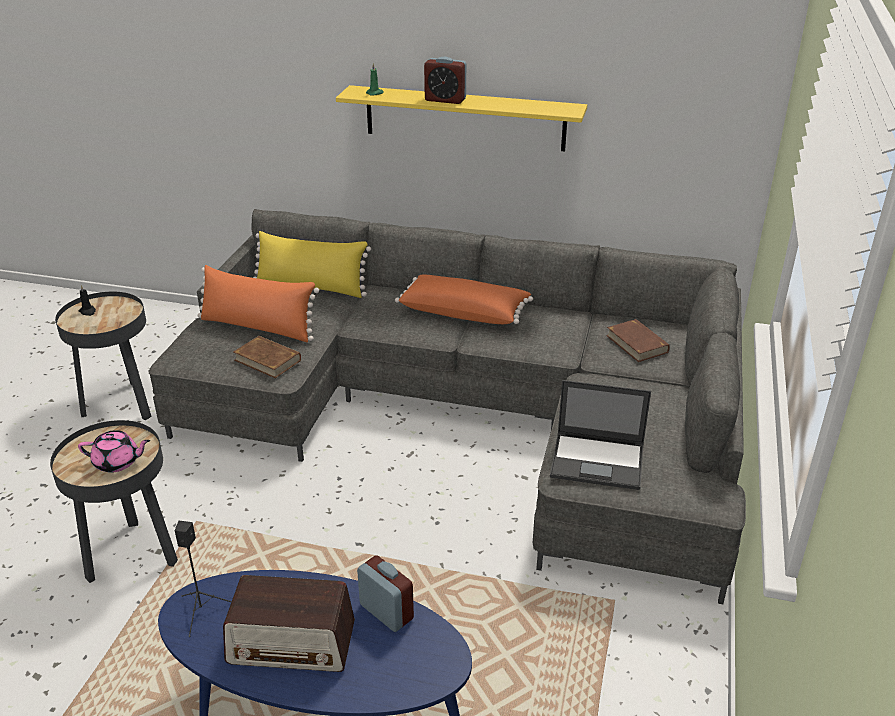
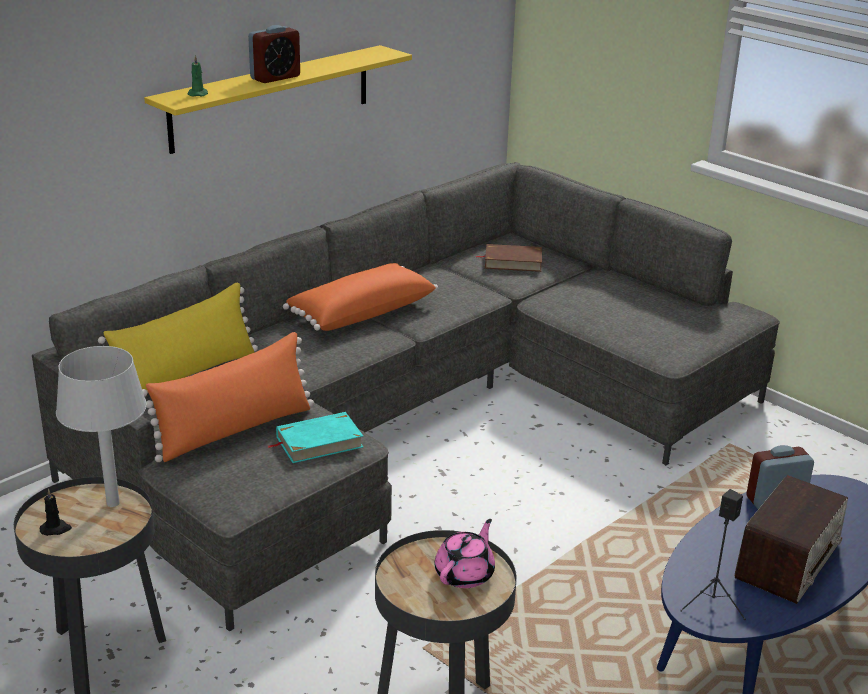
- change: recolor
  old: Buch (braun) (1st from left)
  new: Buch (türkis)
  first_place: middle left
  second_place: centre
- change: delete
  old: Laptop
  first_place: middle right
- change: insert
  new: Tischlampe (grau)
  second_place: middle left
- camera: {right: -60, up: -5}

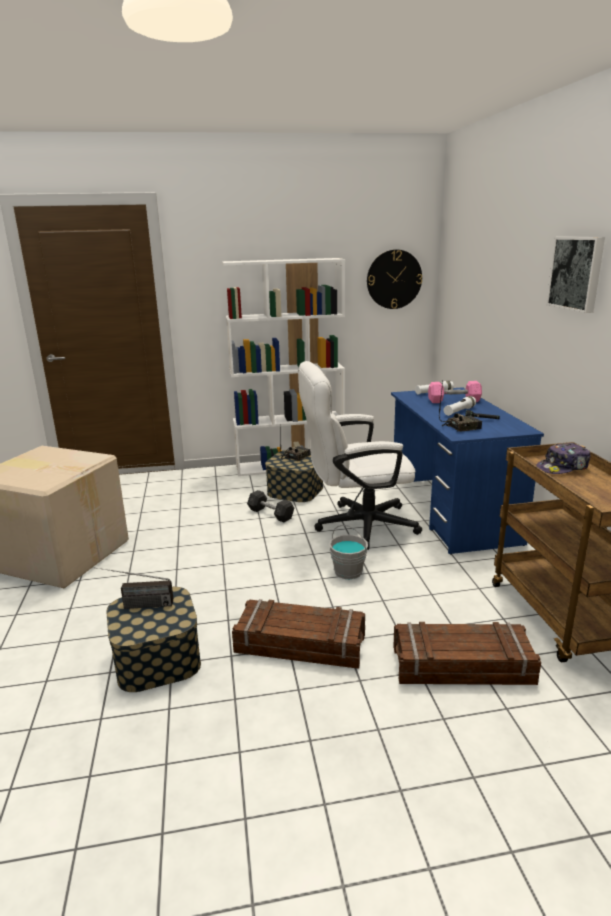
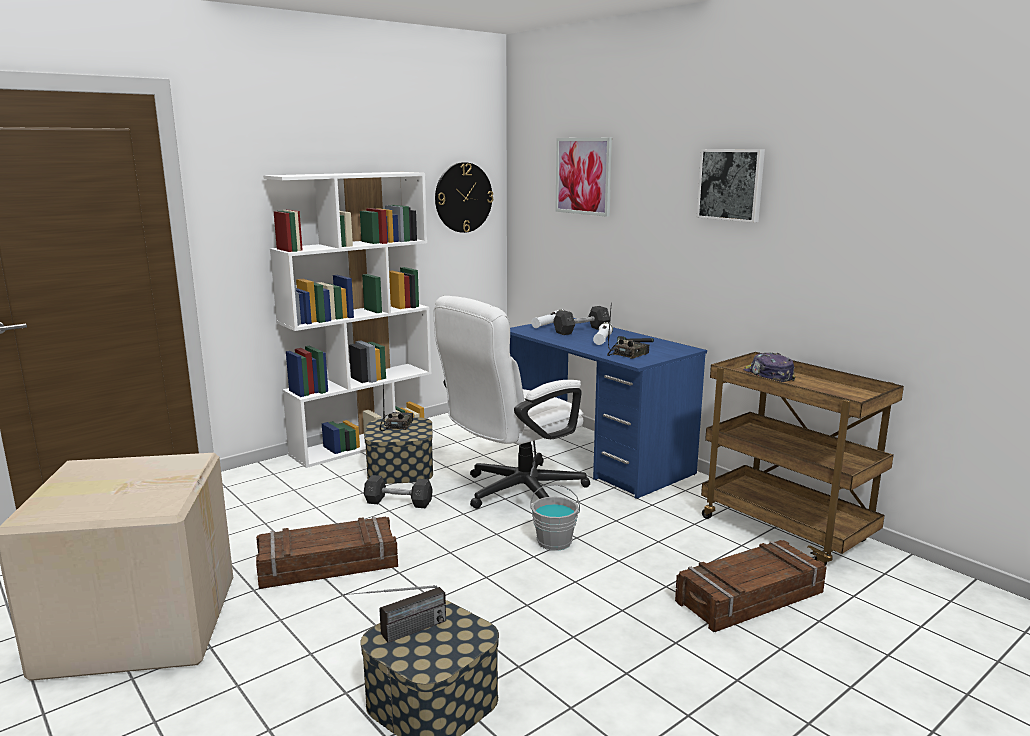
- change: recolor
  old: Hantel (rosa)
  new: Hantel (grau) (2nd from left)
  first_place: middle right
  second_place: centre
- change: rotate
  old: Kappe
  first_place: middle right
  second_place: middle right
  degrees: 120
- change: move
  old: Kiste (1st from left)
  first_place: bottom centre
  second_place: bottom left
- change: insert
  new: Bild (1st from left)
  second_place: top centre
- camera: {right: -30, up: -5}

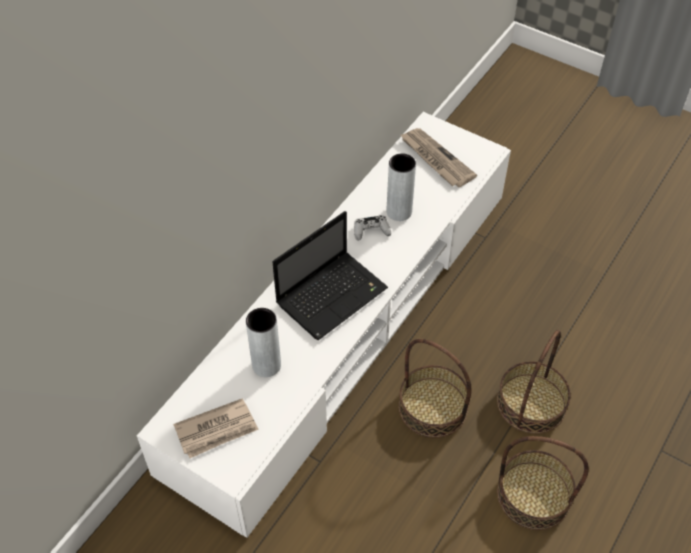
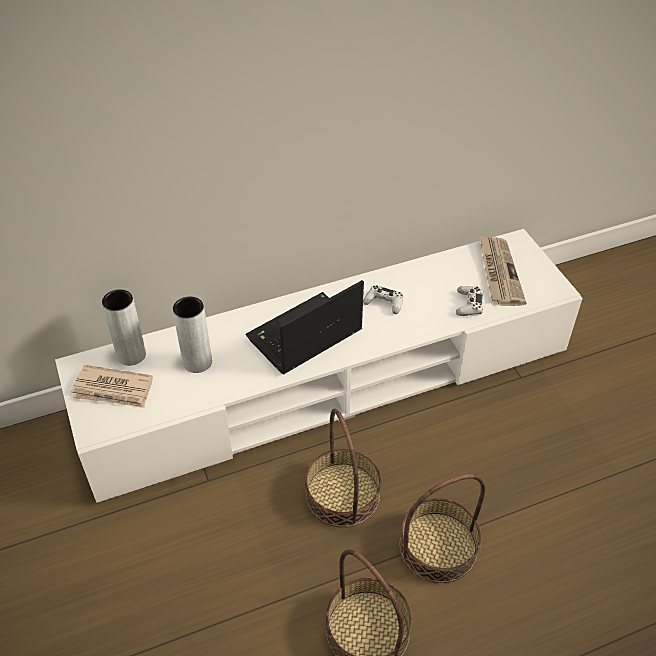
- change: move
  old: Vase (grau) (2nd from left in the first image)
  new: Vase (grau) (1st from left)
  first_place: centre
  second_place: middle left
- change: rotate
  old: Laptop
  first_place: centre
  second_place: centre
  degrees: 150
- change: insert
  new: Gamepad (weiß) (2nd from left)
  second_place: middle right
- camera: {right: 35, up: -5}

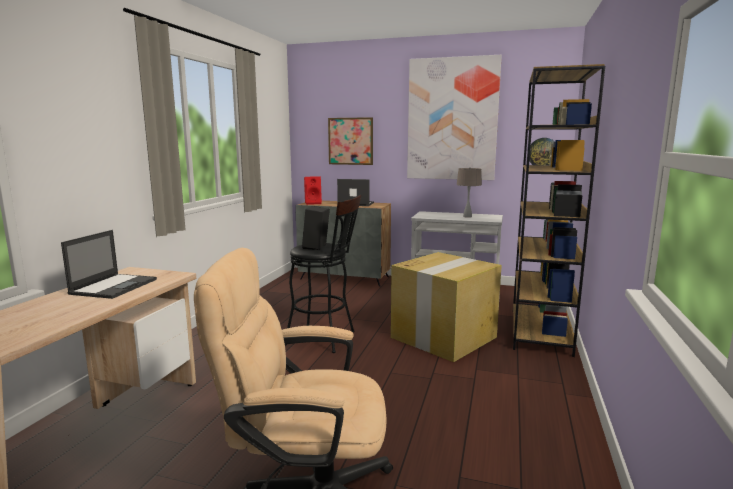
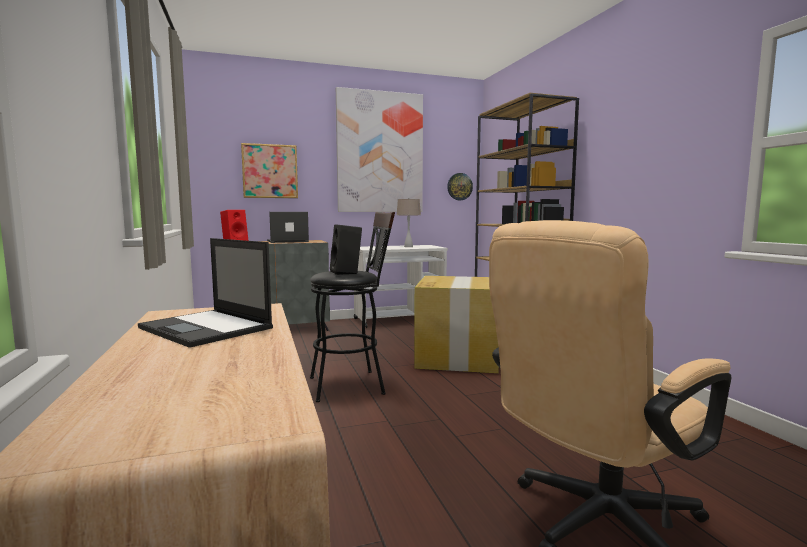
- change: rotate
  old: Laptop (1st from left)
  first_place: middle left
  second_place: middle left
  degrees: 150
- camera: {right: -35, up: -5}

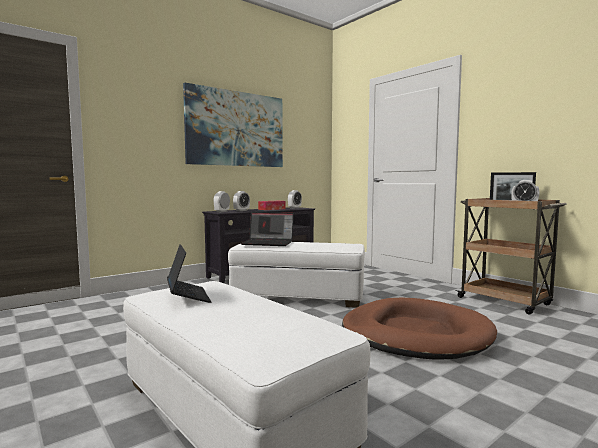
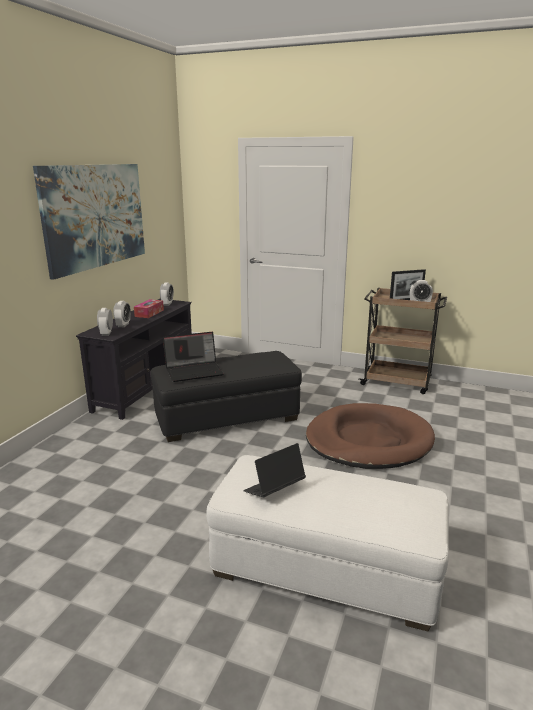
- change: recolor
  old: Polsterhocker (weiß) (2nd from left)
  new: Polsterhocker (schwarz)
  first_place: centre
  second_place: centre
- change: rotate
  old: Laptop (1st from left in the first image)
  first_place: middle left
  second_place: centre
  degrees: -75
- camera: {right: -30, up: 15}

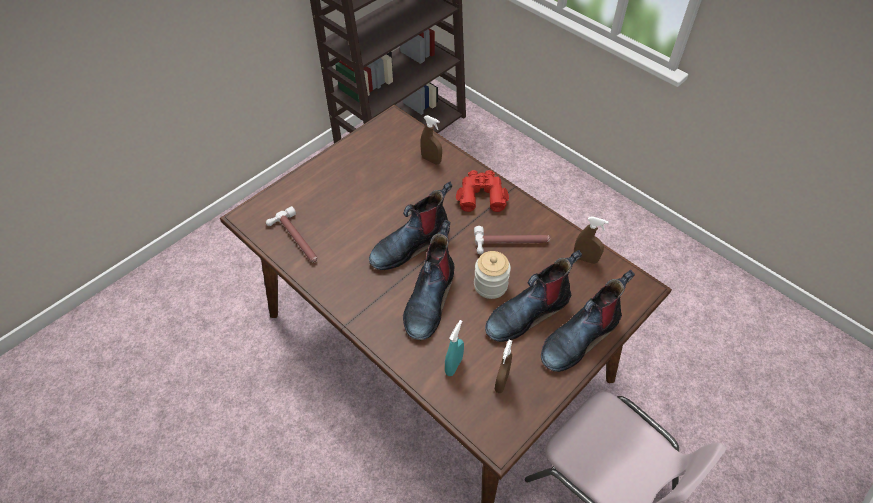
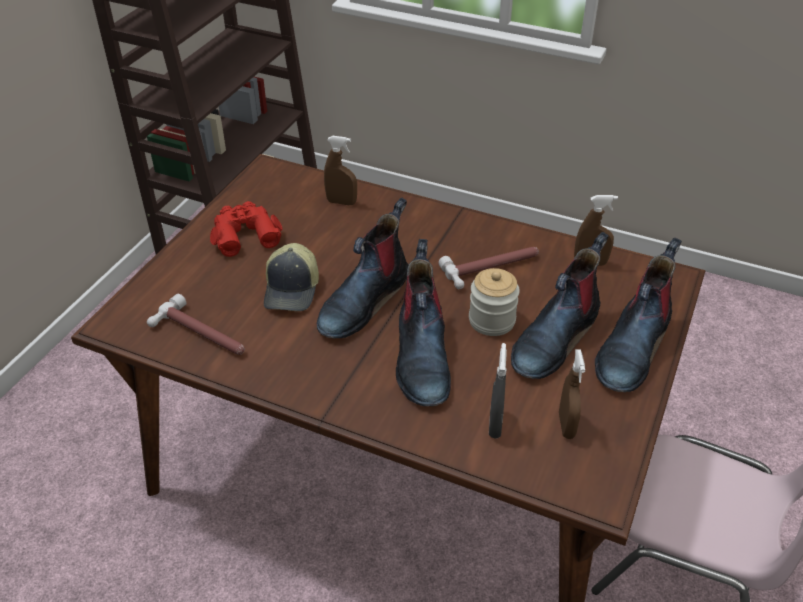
- change: move
  old: Fernglas (rot)
  first_place: centre
  second_place: middle left
- change: recolor
  old: Sprühflasche (türkis)
  new: Sprühflasche (grau)
  first_place: bottom centre
  second_place: centre
- change: insert
  new: Kappe
  second_place: centre
- camera: {right: -20, up: -10}

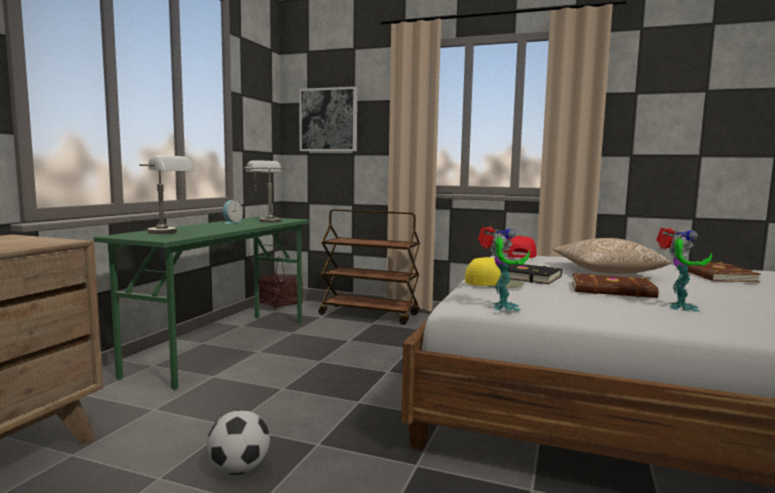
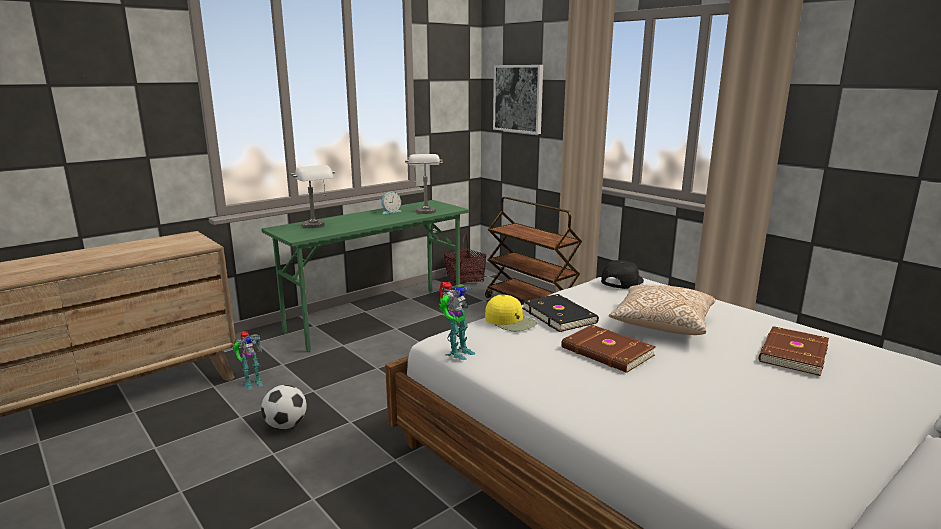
- change: move
  old: Spielzeugroboter (2nd from left in the first image)
  new: Spielzeugroboter (1st from left)
  first_place: middle right
  second_place: bottom left
- change: recolor
  old: Kappe (rot)
  new: Kappe (schwarz)
  first_place: middle right
  second_place: centre
- camera: {right: 30, up: 10}

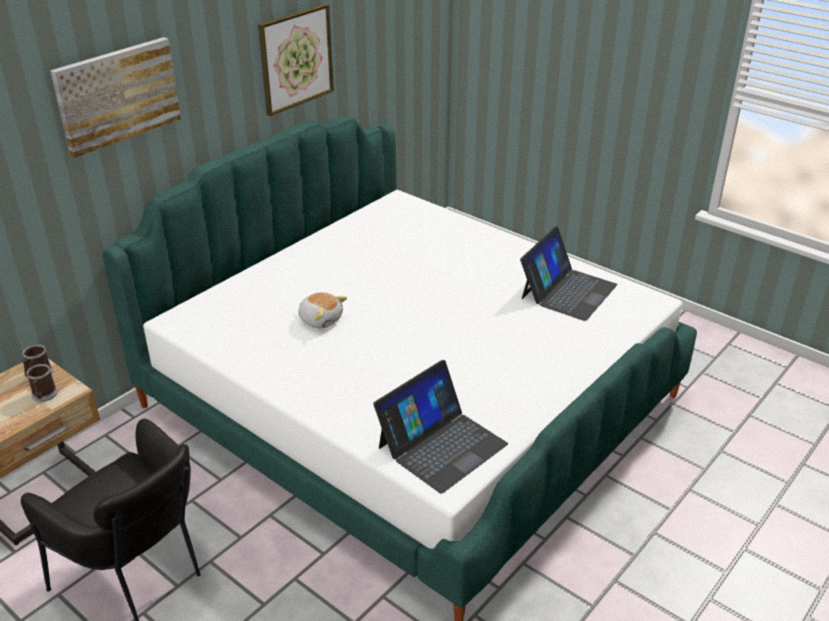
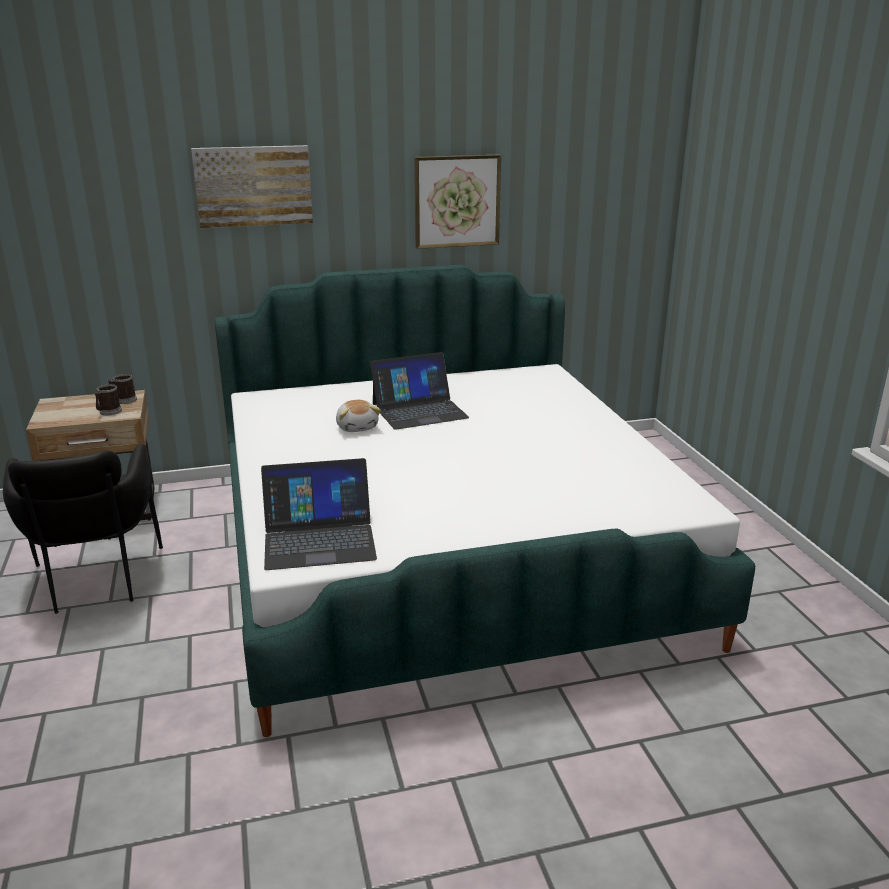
- change: move
  old: Laptop (2nd from left)
  first_place: middle right
  second_place: centre
- camera: {right: 35, up: -10}

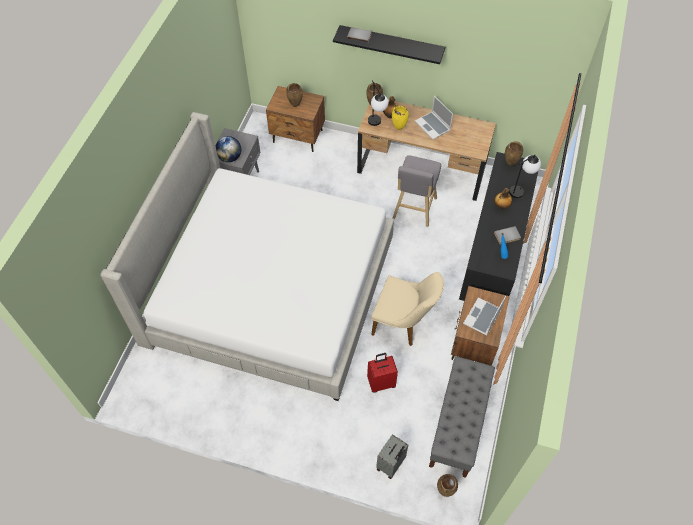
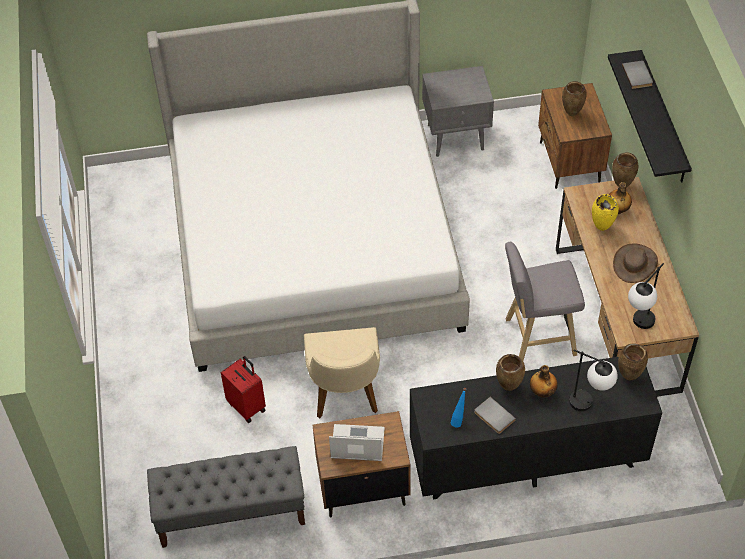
- change: move
  old: Tischlampe (1st from left in the first image)
  new: Tischlampe (2nd from left)
  first_place: top centre
  second_place: middle right
- change: replace
  old: Laptop (1st from left)
  new: Hut (braun)
  first_place: top centre
  second_place: middle right
- change: delete
  old: Globus
  first_place: top left
- change: delete
  old: Koffer (grau)
  first_place: bottom centre
- change: move
  old: Vase (braun) (3rd from left in the first image)
  new: Vase (braun) (1st from left)
  first_place: bottom centre
  second_place: middle right
- camera: {right: 65, up: -5}

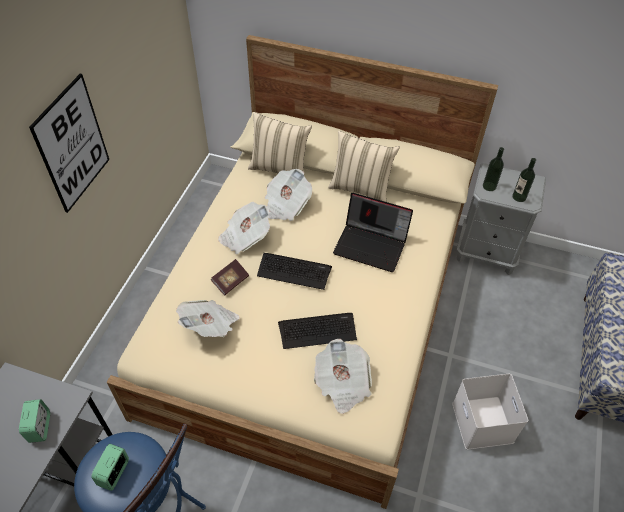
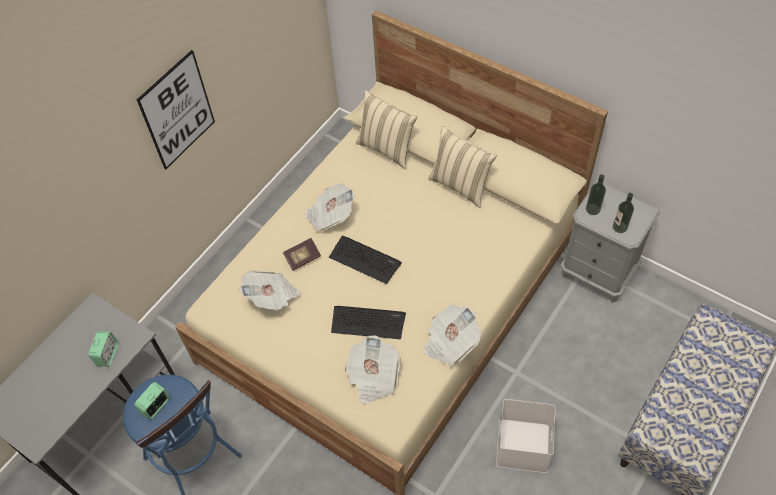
- change: move
  old: Zeitung (3rd from left in the first image)
  new: Zeitung (4th from left)
  first_place: centre
  second_place: bottom centre
- change: delete
  old: Laptop
  first_place: centre
- camera: {right: 20, up: 5}

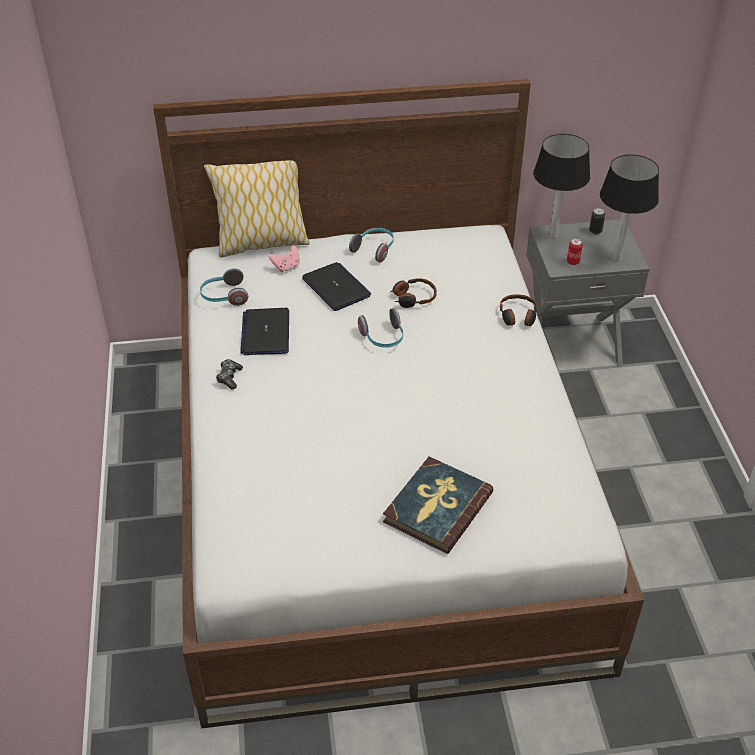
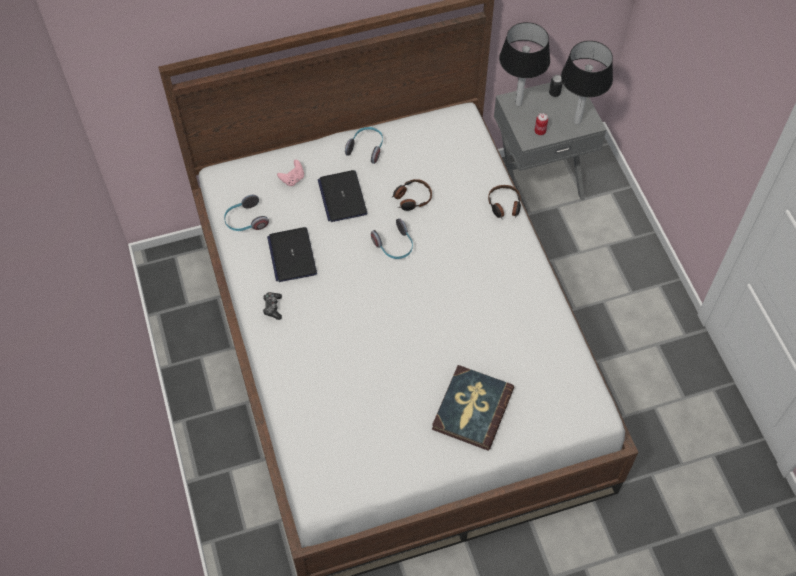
- change: delete
  old: Kissen
  first_place: top centre
- change: rotate
  old: Laptop (2nd from left)
  first_place: centre
  second_place: centre
  degrees: -150
- camera: {right: -10, up: 15}

